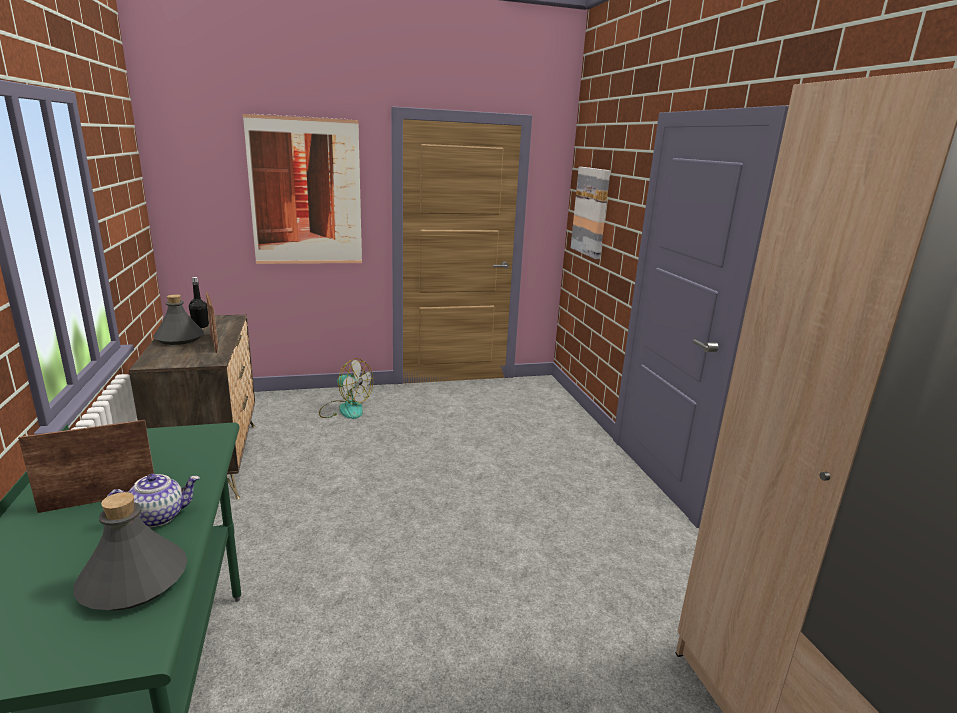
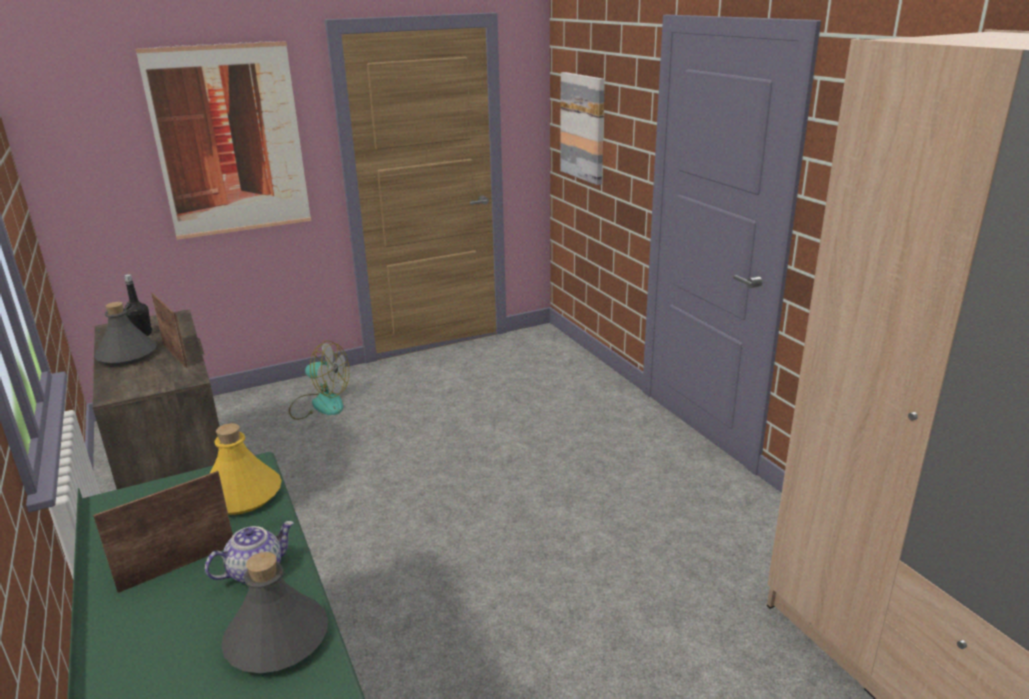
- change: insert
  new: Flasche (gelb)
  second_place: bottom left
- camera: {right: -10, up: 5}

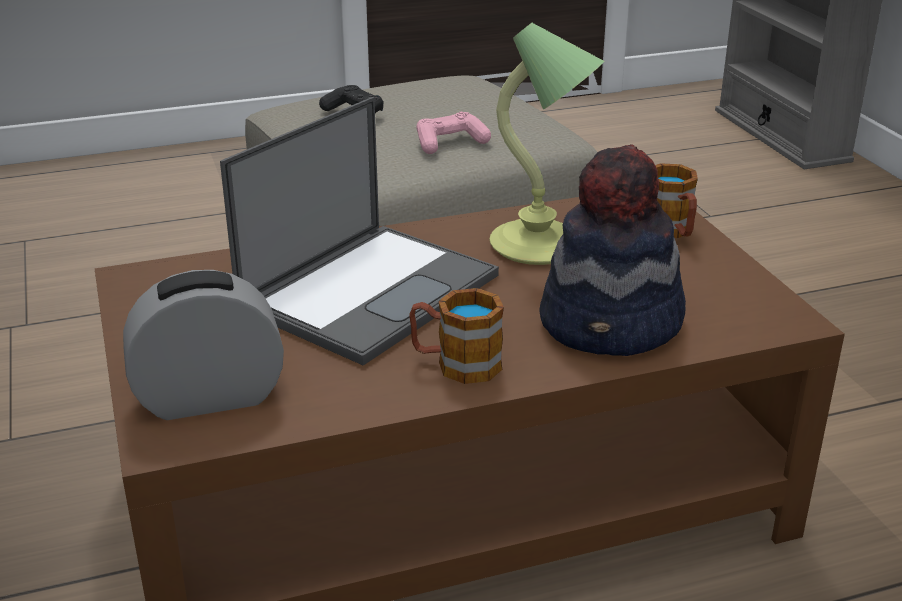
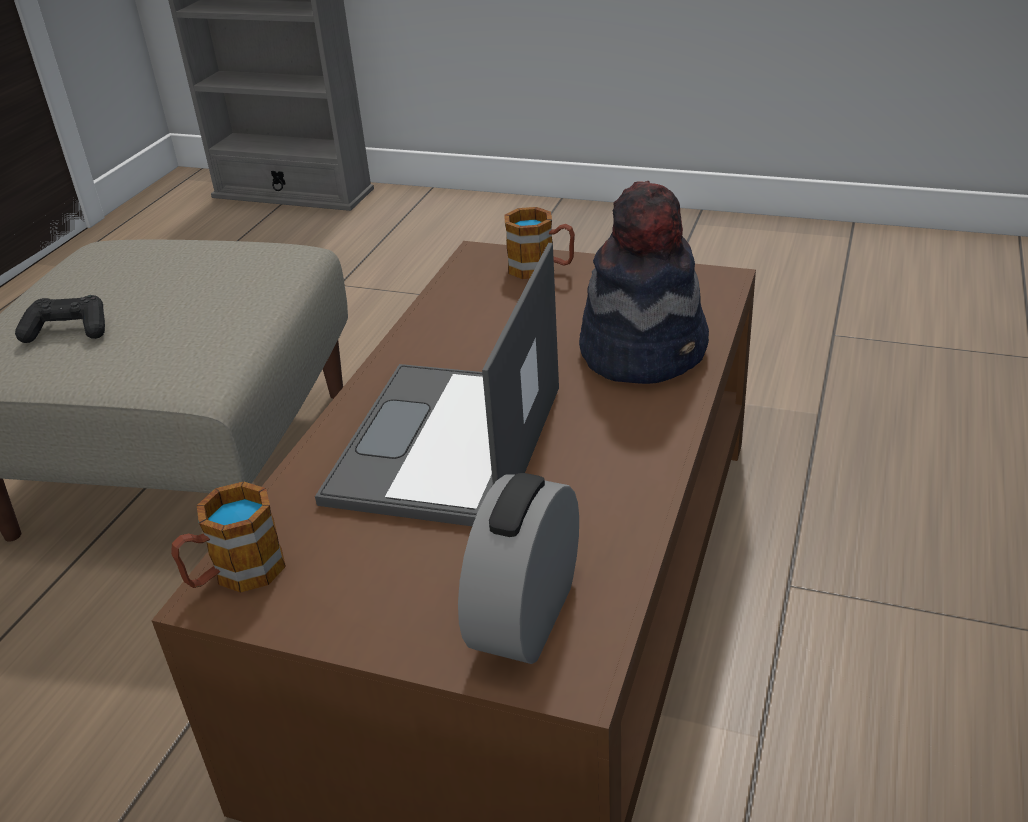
- change: delete
  old: Tischlampe
  first_place: top centre
- change: rotate
  old: Laptop
  first_place: centre
  second_place: centre
  degrees: -150
- change: delete
  old: Gamepad (rosa)
  first_place: top centre
- change: move
  old: Henkelbecher (1st from left)
  first_place: centre
  second_place: middle left
- camera: {right: -50, up: 5}

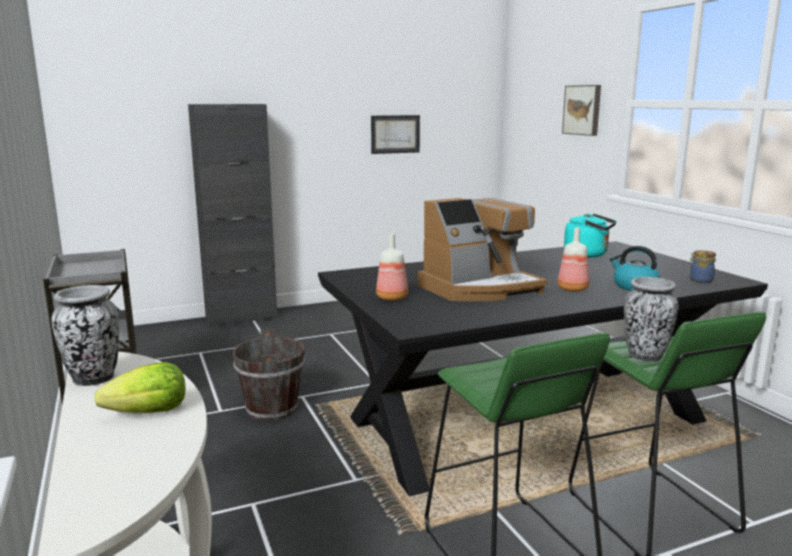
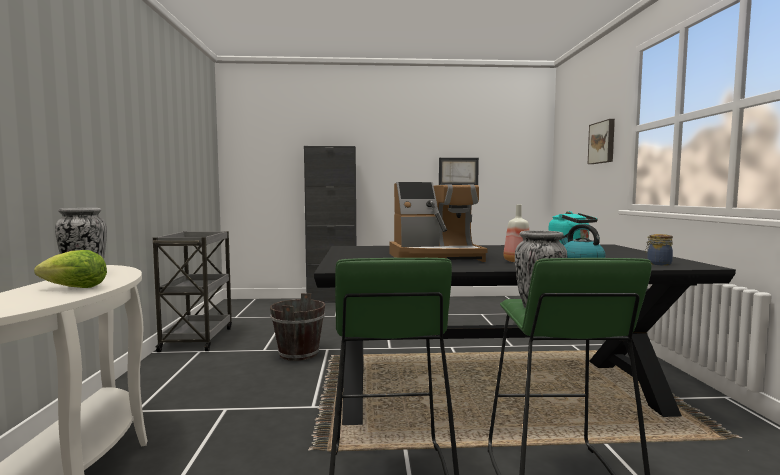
- change: delete
  old: Flasche (1st from left)
  first_place: centre
- camera: {right: 20, up: -10}

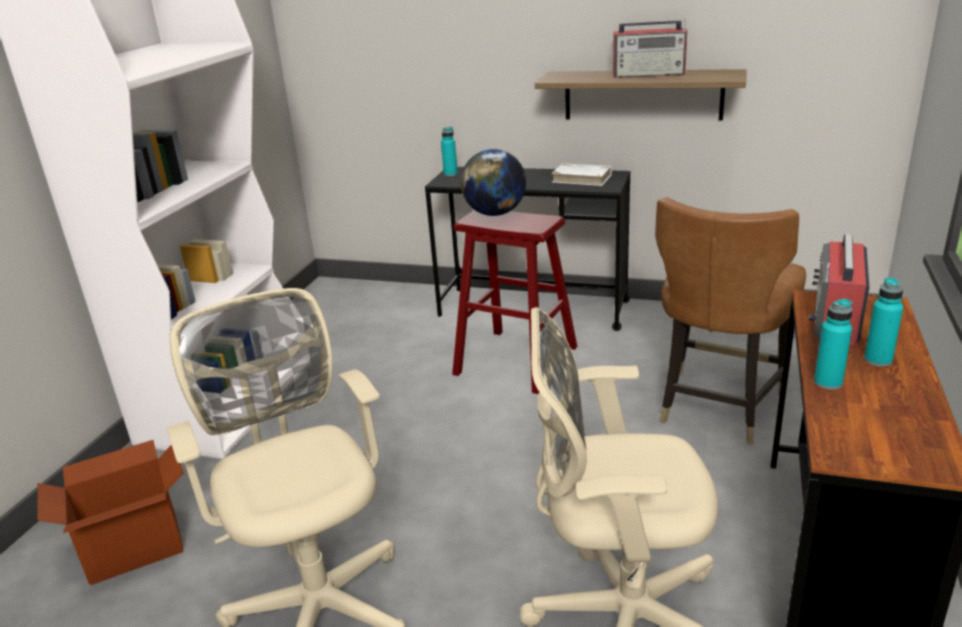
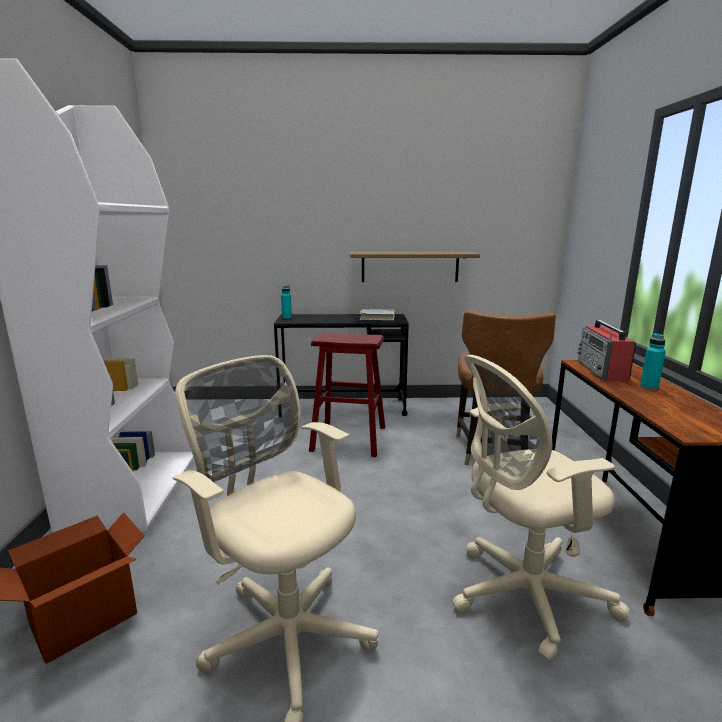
- change: delete
  old: Radio (1st from left)
  first_place: top right
- change: delete
  old: Globus
  first_place: top centre
- change: delete
  old: Flasche (türkis) (2nd from left)
  first_place: middle right
- camera: {right: -20, up: -10}

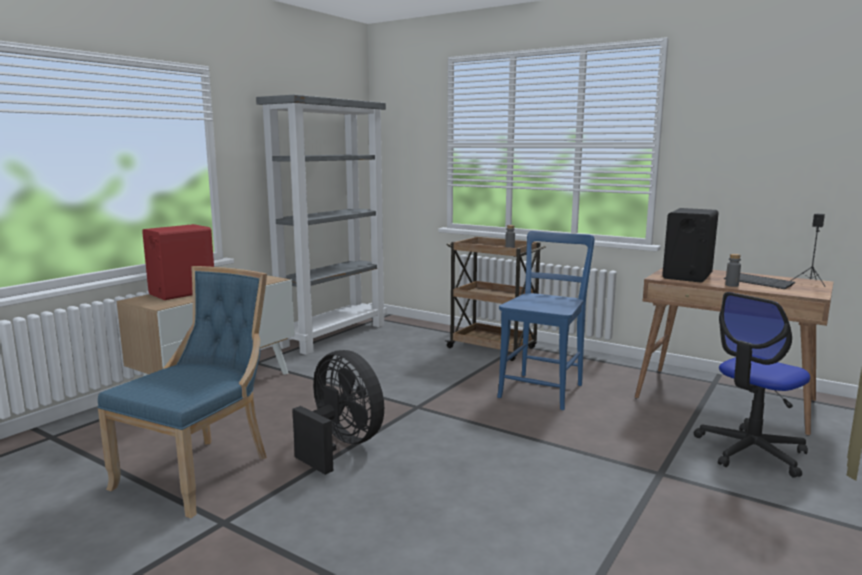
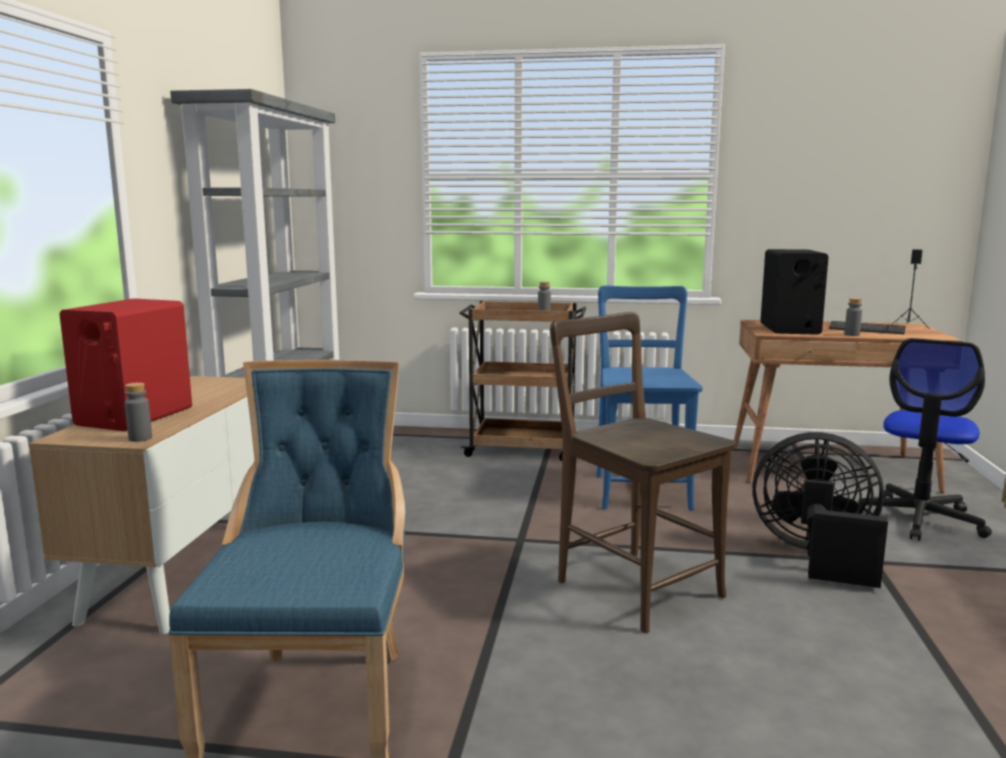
- change: move
  old: Ventilator (schwarz)
  first_place: bottom centre
  second_place: bottom right
- change: insert
  new: Stuhl (braun)
  second_place: centre
- change: insert
  new: Flasche (grau) (1st from left)
  second_place: middle left
- camera: {right: -25, up: 0}

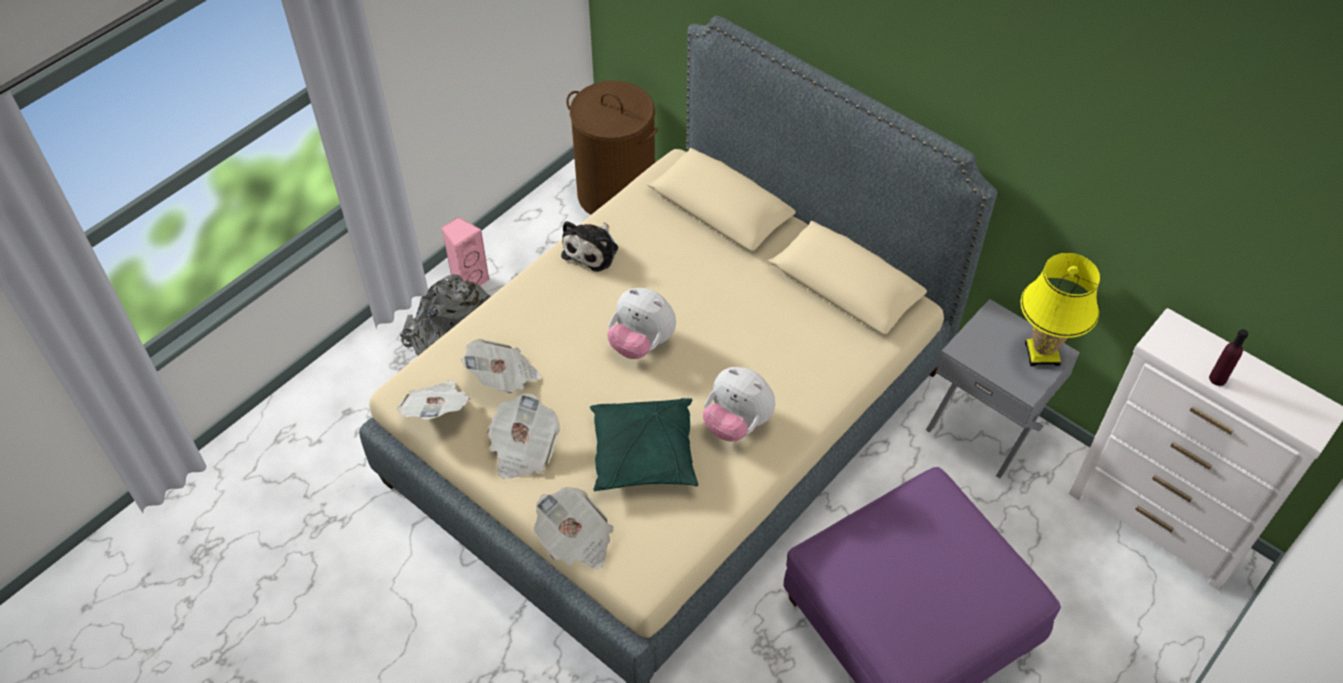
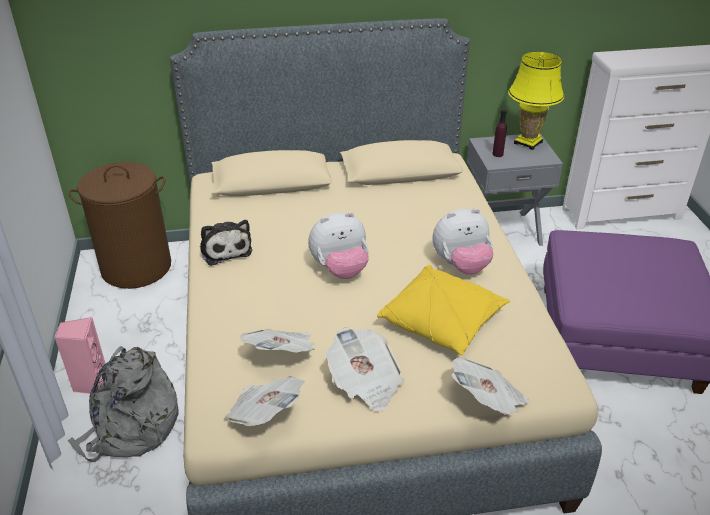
- change: move
  old: Flasche (lila)
  first_place: middle right
  second_place: top right
- change: recolor
  old: Kissen (grün)
  new: Kissen (gelb)
  first_place: centre
  second_place: centre
- camera: {right: -50, up: -15}

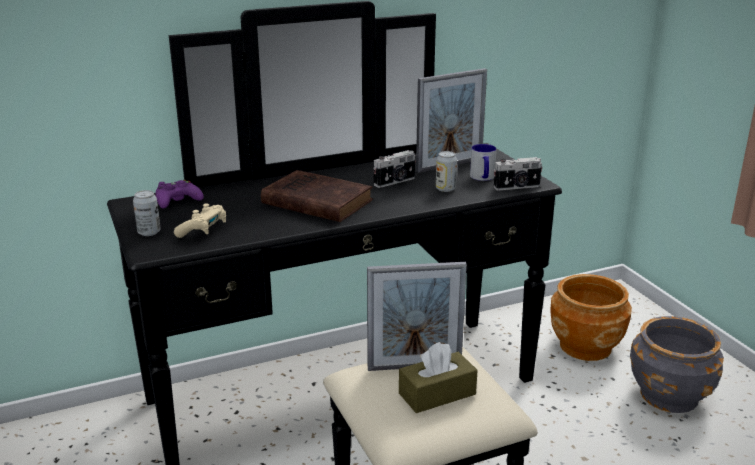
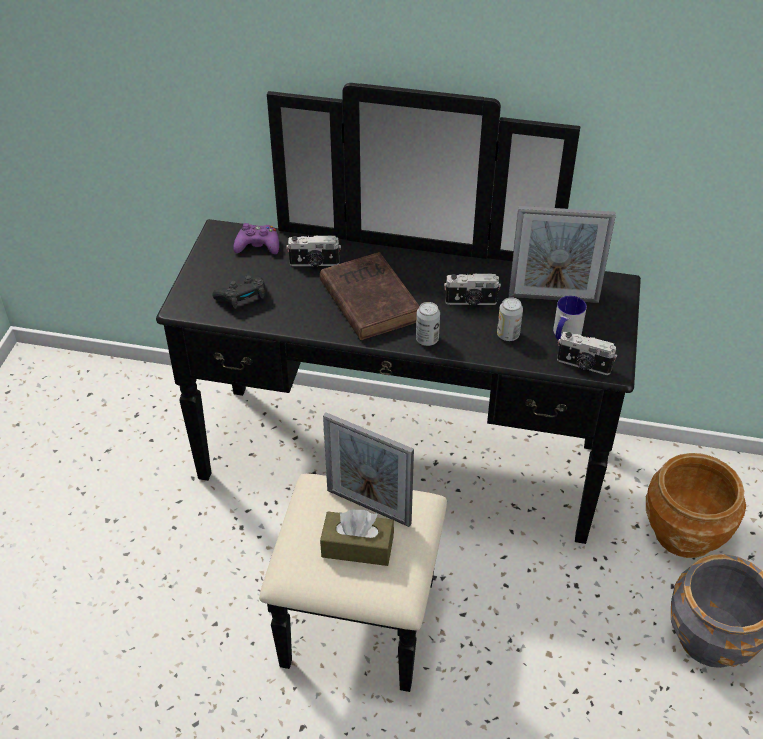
- change: move
  old: Dose (1st from left)
  first_place: middle left
  second_place: centre
- change: recolor
  old: Gamepad (beige)
  new: Gamepad (schwarz)
  first_place: middle left
  second_place: middle left
- change: insert
  new: Kamera (1st from left)
  second_place: centre
- camera: {right: 35, up: 20}

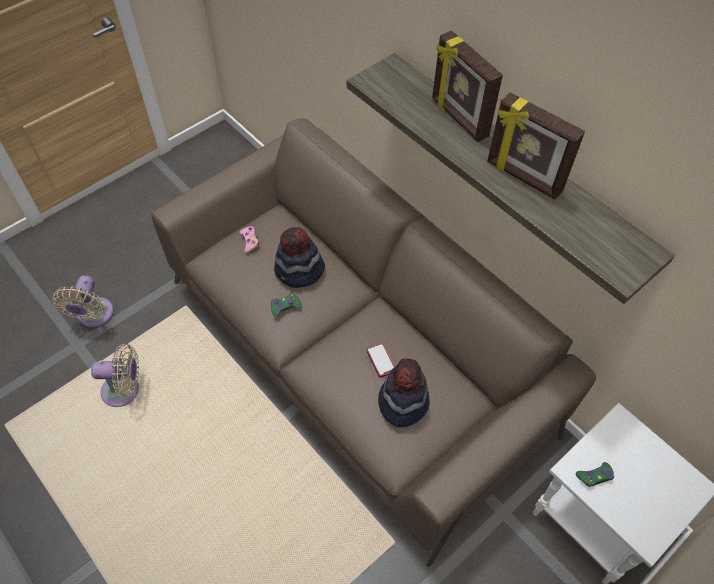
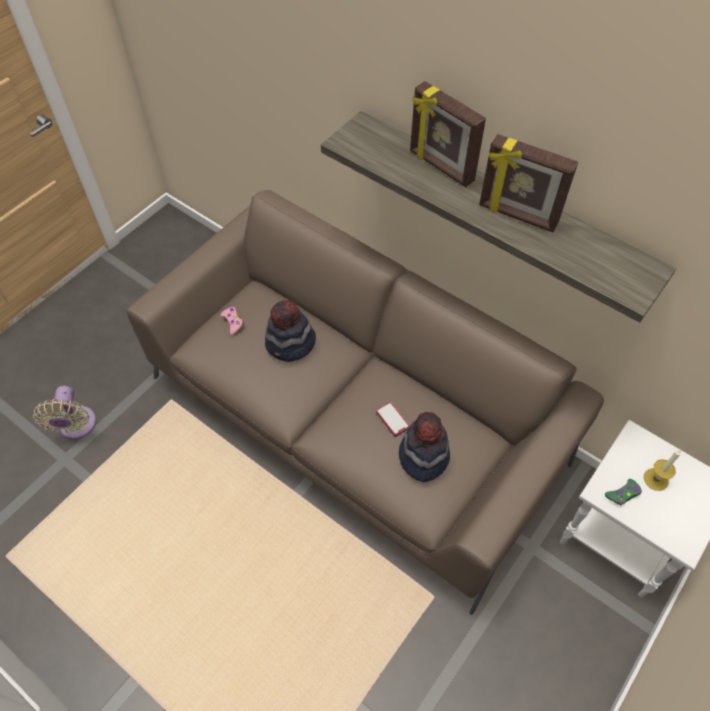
- change: delete
  old: Gamepad (grün) (1st from left)
  first_place: centre
- change: delete
  old: Ventilator (beige) (2nd from left)
  first_place: middle left
- change: insert
  new: Kerze
  second_place: middle right
- camera: {right: -10, up: 0}

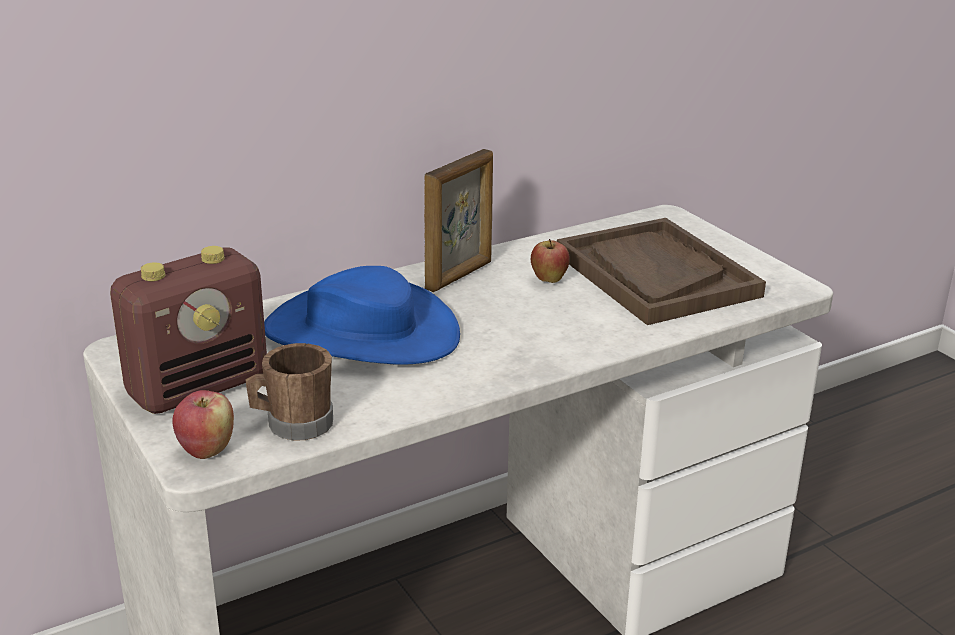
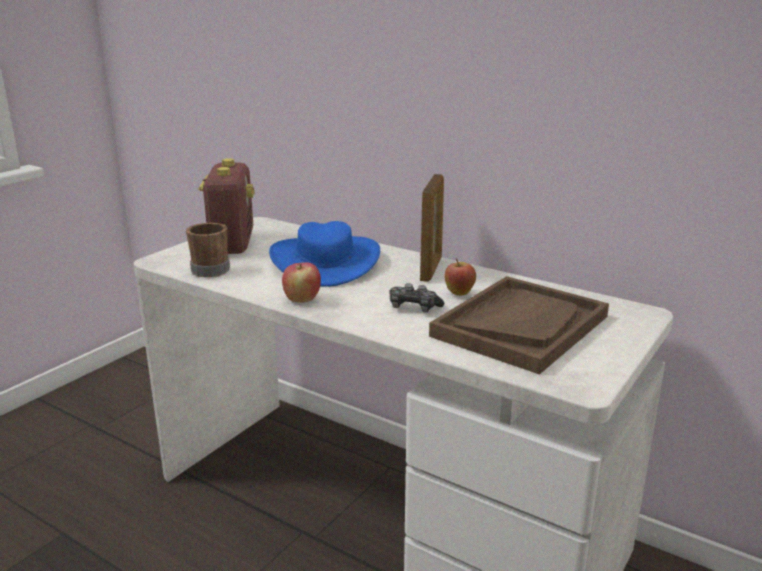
- change: rotate
  old: Bilderrahmen
  first_place: centre
  second_place: centre
  degrees: -90
- change: rotate
  old: Radio
  first_place: middle left
  second_place: middle left
  degrees: -120
- change: move
  old: Apfel (1st from left)
  first_place: bottom left
  second_place: centre
- change: insert
  new: Gamepad
  second_place: centre
- camera: {right: 65, up: -5}

